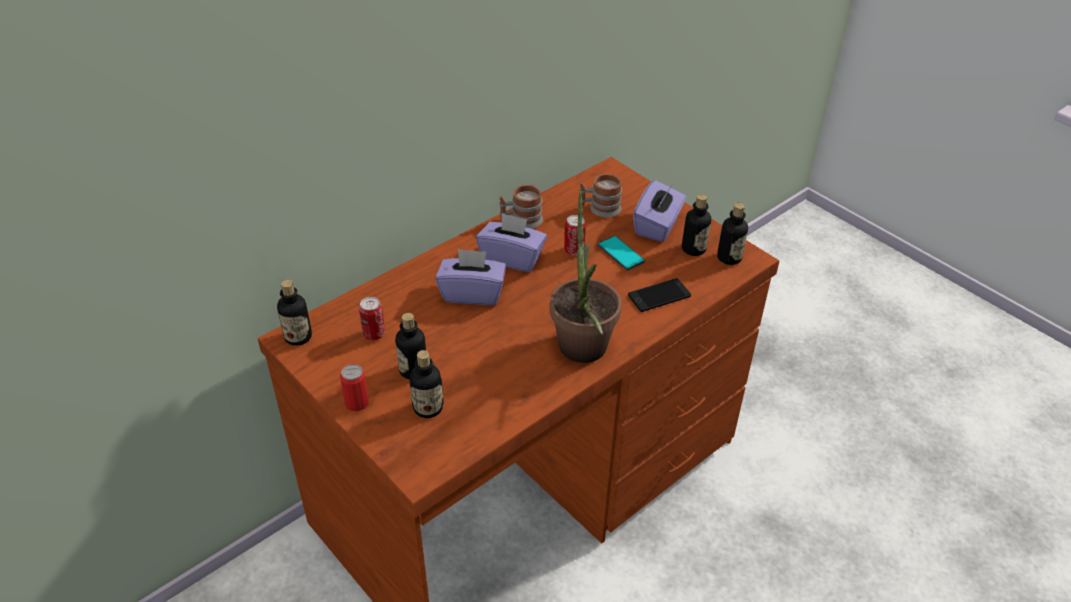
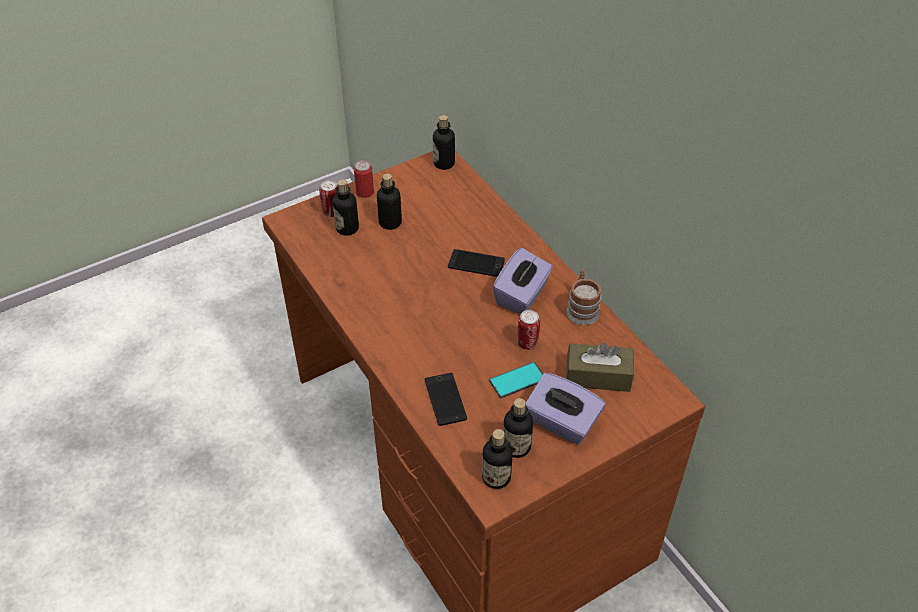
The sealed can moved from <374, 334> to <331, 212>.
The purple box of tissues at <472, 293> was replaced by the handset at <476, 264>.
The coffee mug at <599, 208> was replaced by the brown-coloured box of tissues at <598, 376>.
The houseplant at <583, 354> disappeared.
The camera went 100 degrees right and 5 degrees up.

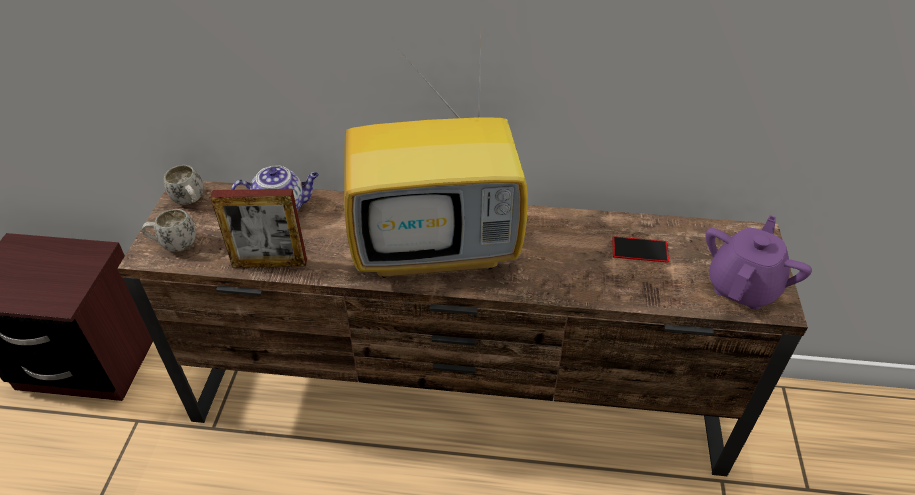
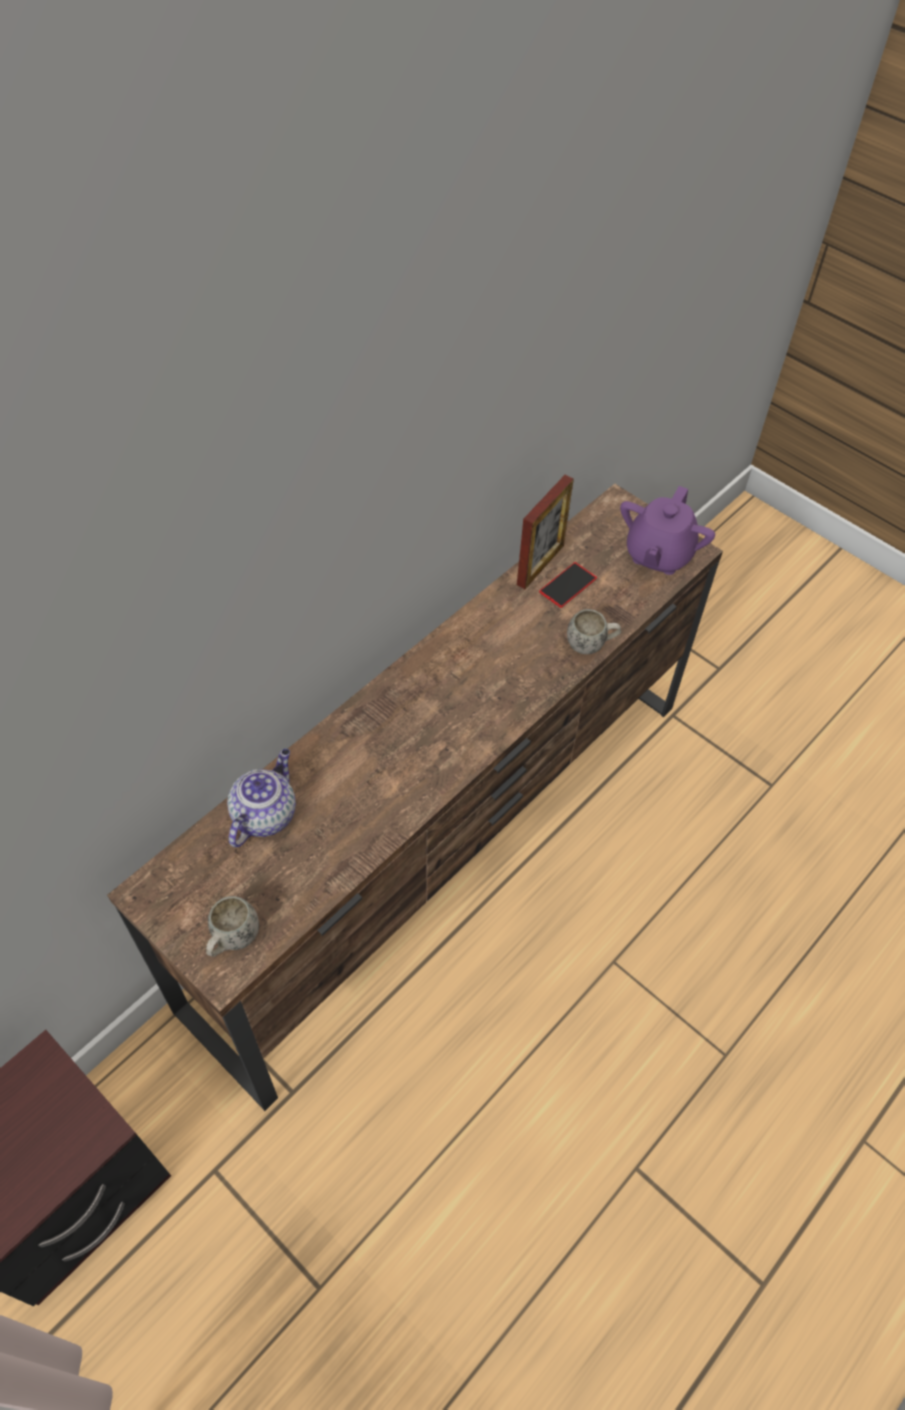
The photo frame moved from <270, 263> to <540, 565>.
The whitish coffee mug moved from <191, 202> to <591, 645>.
The purple tea pot at <743, 286> turned 135 degrees counterclockwise.
The TV at <438, 247> disappeared.
The camera went 55 degrees left and 10 degrees up.

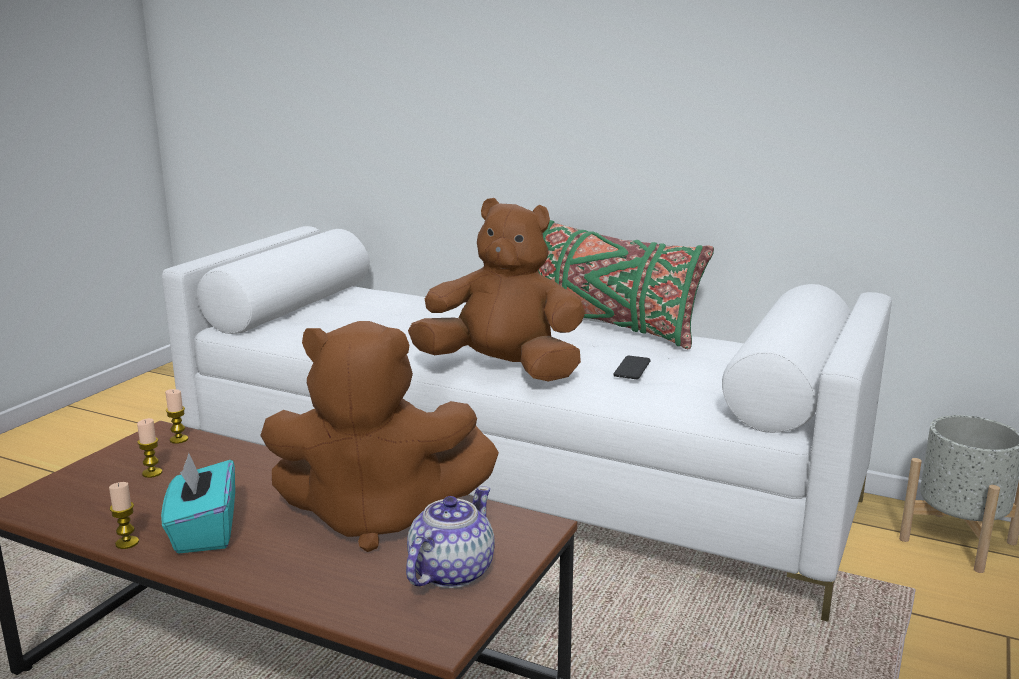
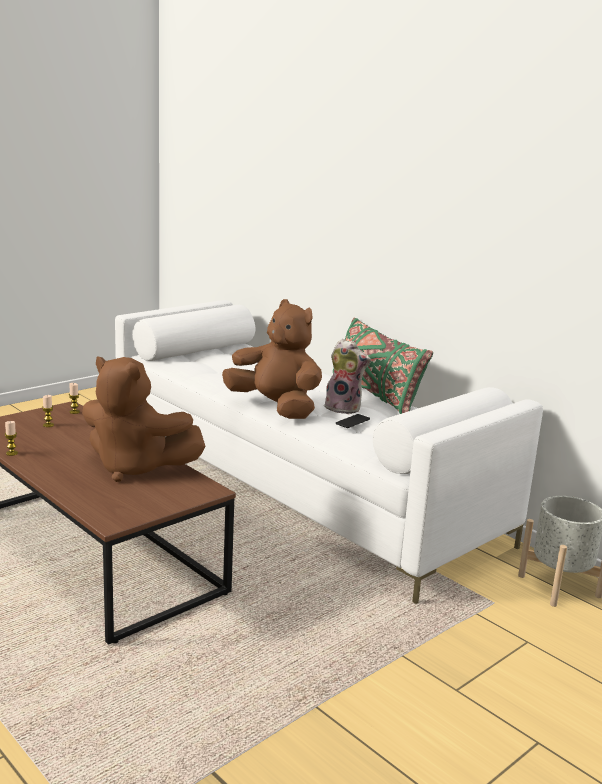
The soft toy at <344, 408> appeared.
The turquoise box of tissues at <203, 532> disappeared.
The tea pot at <450, 572> disappeared.
The camera went 20 degrees right and 0 degrees up.

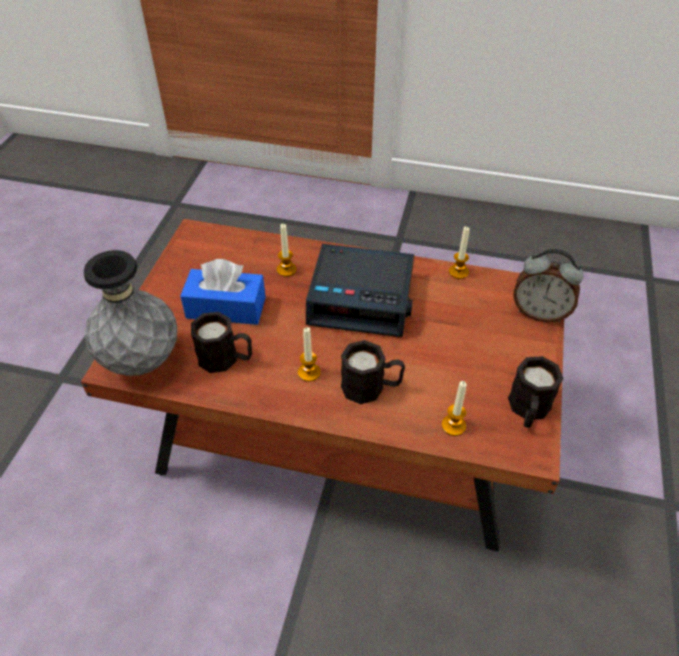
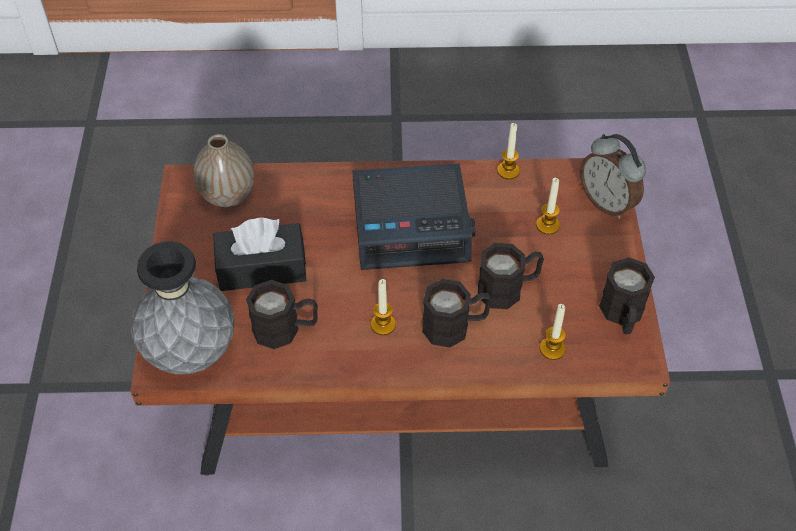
The decorative vase at <228, 195> appeared.
The bluish box of tissues at <226, 307> became the black box of tissues at <262, 268>.
The black coffee mug at <508, 288> appeared.
The wax candle moved from <286, 270> to <547, 225>.
The bedside clock at <539, 313> turned 45 degrees clockwise.
The camera went 15 degrees left and 5 degrees up.

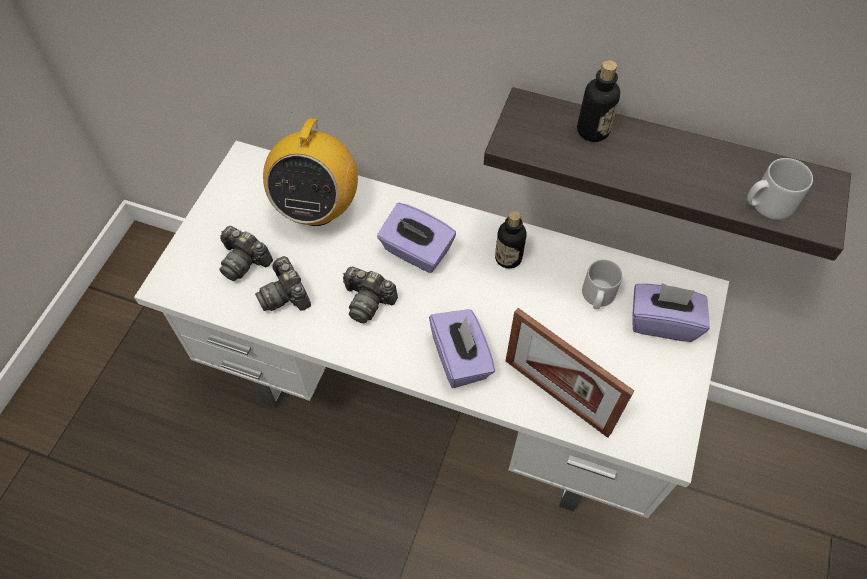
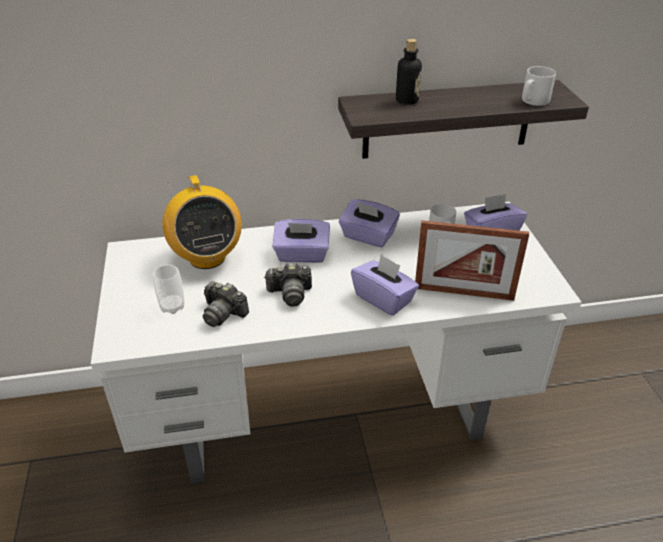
The still camera at <244, 261> was replaced by the small cup at <172, 306>.
The drink bottle at <508, 258> was replaced by the purple box of tissues at <368, 236>.
The camera went 30 degrees left and 20 degrees down.

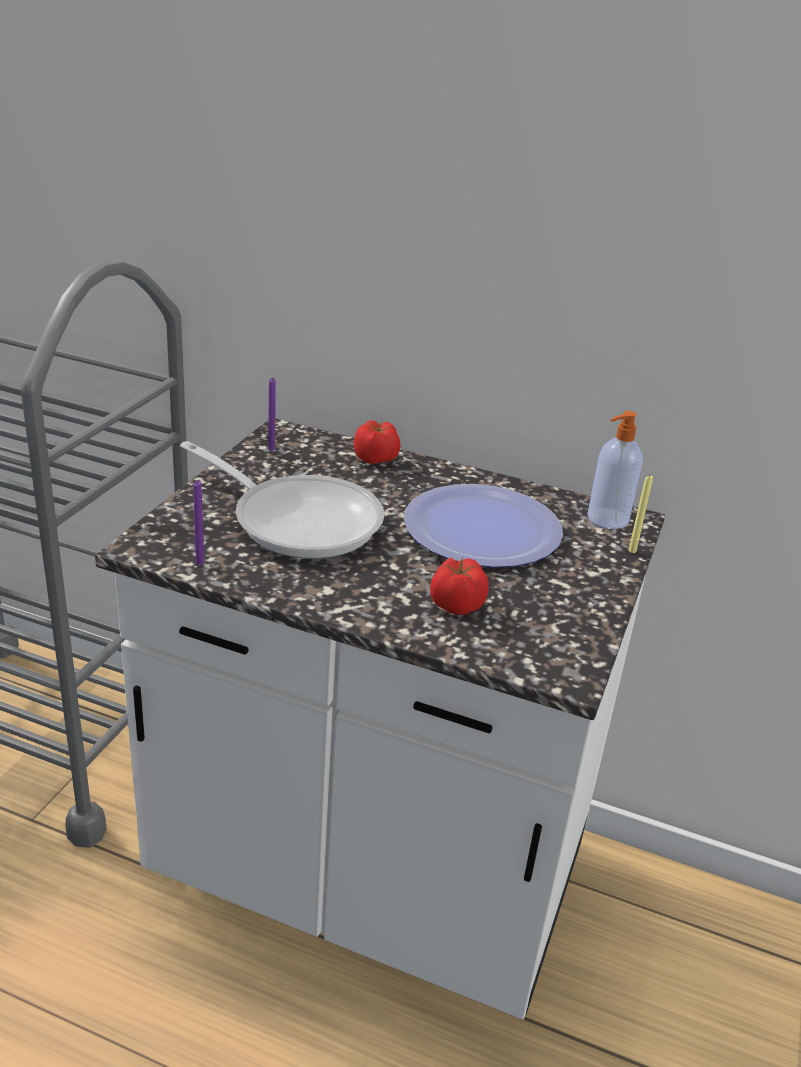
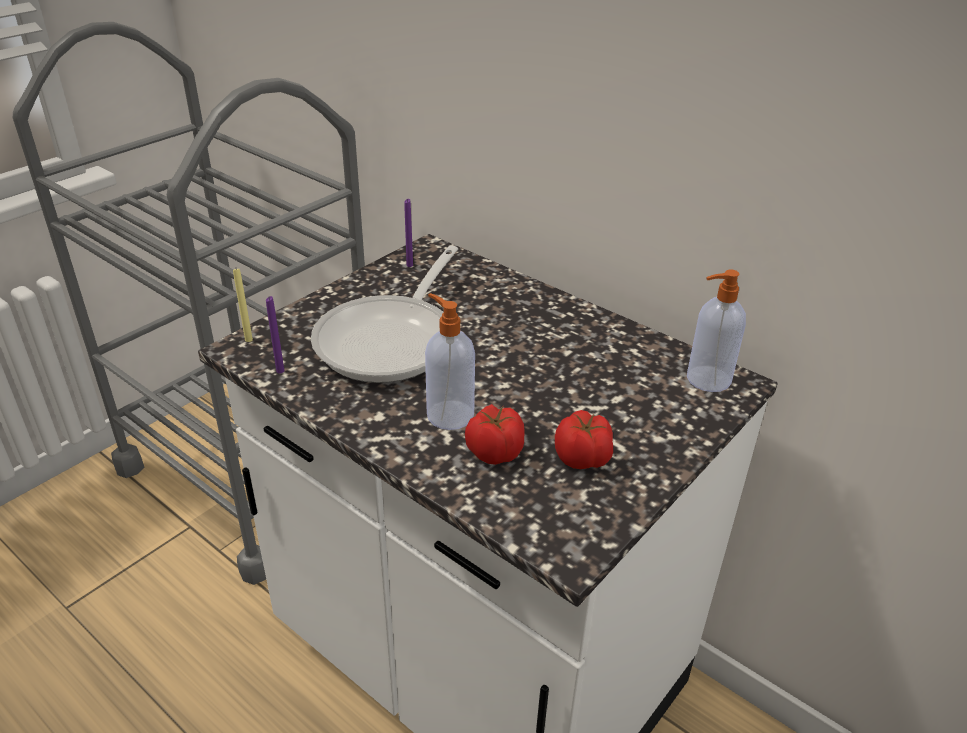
The yellowish wax candle moved from <632, 551> to <248, 340>.
The skillet at <298, 520> turned 60 degrees clockwise.
The soap bottle at <449, 414> appeared.
The fresh tomato moved from <376, 459> to <583, 459>.
The plate at <482, 529> disappeared.
The camera went 20 degrees right and 5 degrees up.

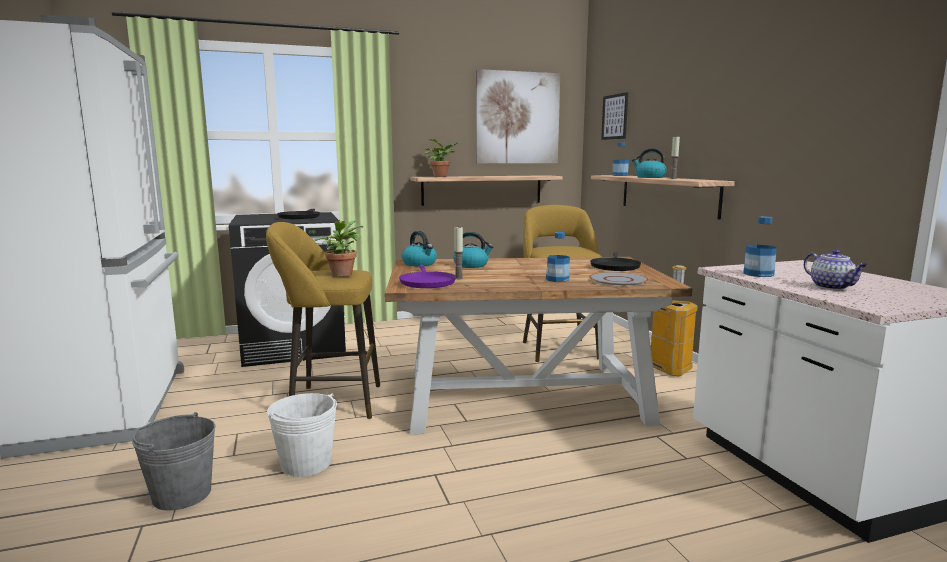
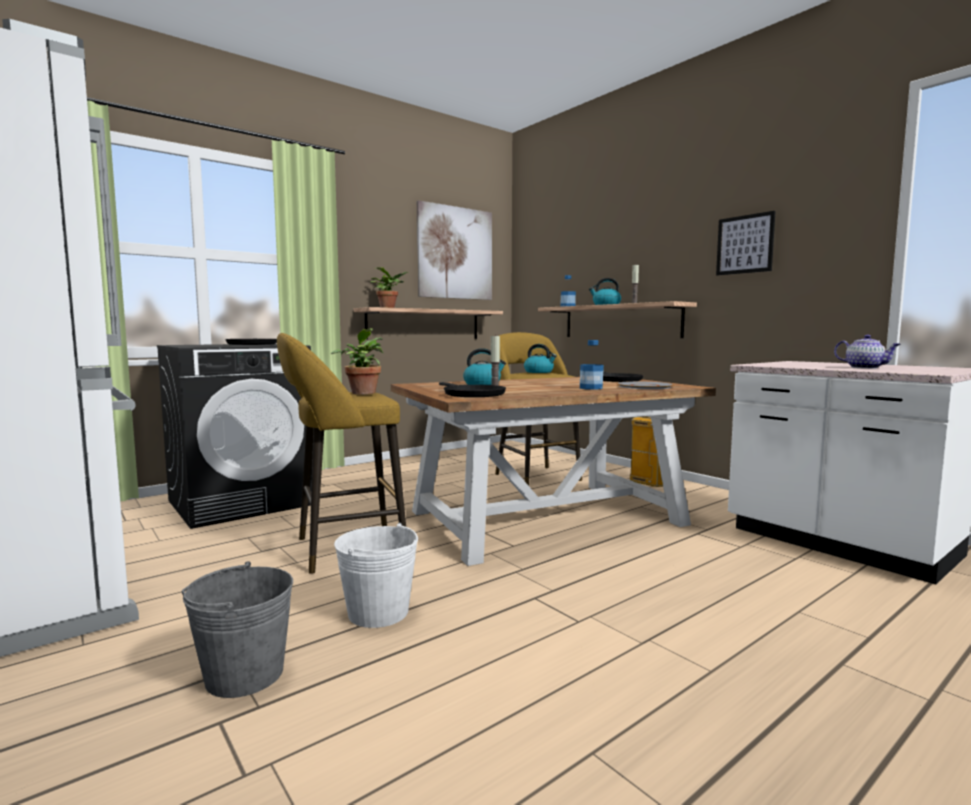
The purple skillet at <426, 282> became the black skillet at <471, 394>.
The water kettle moved from <420, 264> to <539, 372>.
The picture moved from <615, 117> to <745, 244>.
The drink bottle at <758, 274> disappeared.
The camera went 20 degrees left and 5 degrees down.

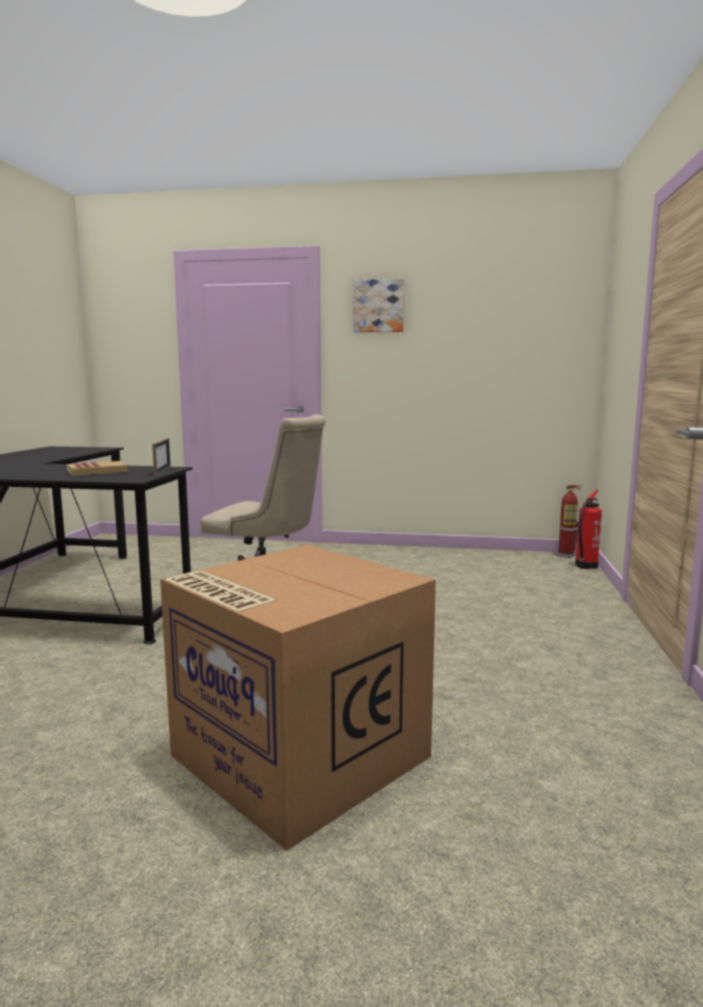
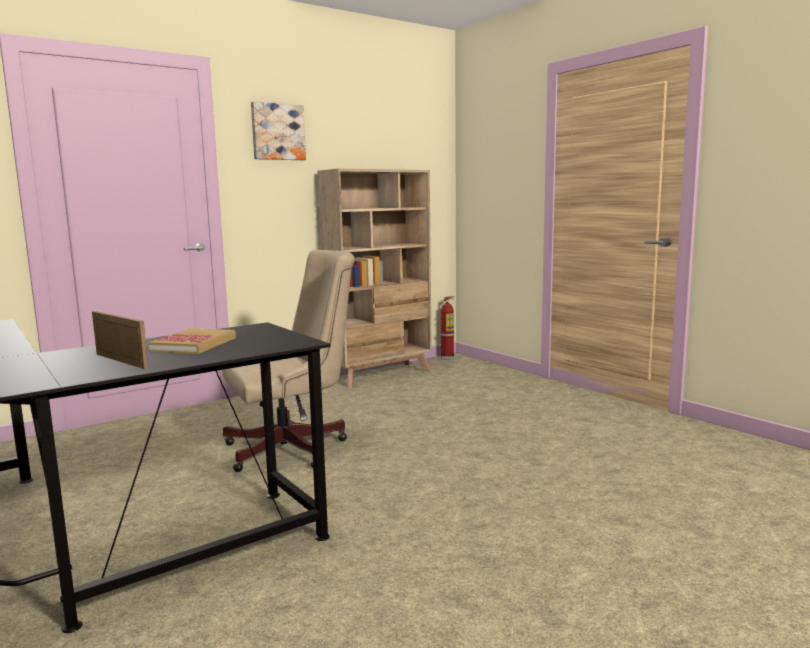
The photo frame moved from <162, 471> to <121, 361>.
The beige bookcase at <381, 375> appeared.
The carton at <296, 756> disappeared.
The fire extinguisher at <585, 566> disappeared.
The camera went 45 degrees left and 0 degrees up.

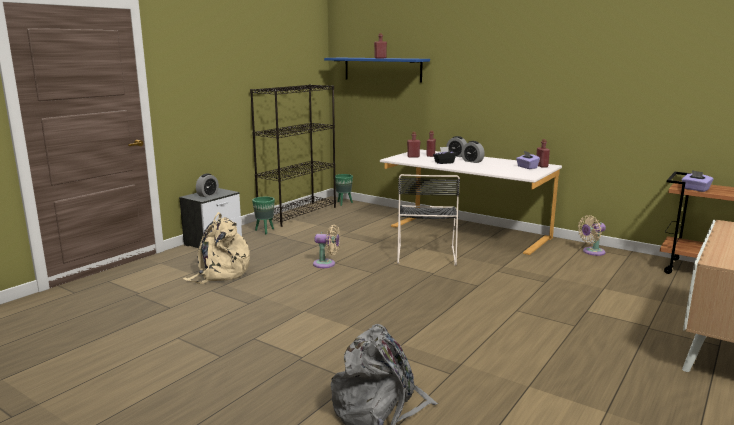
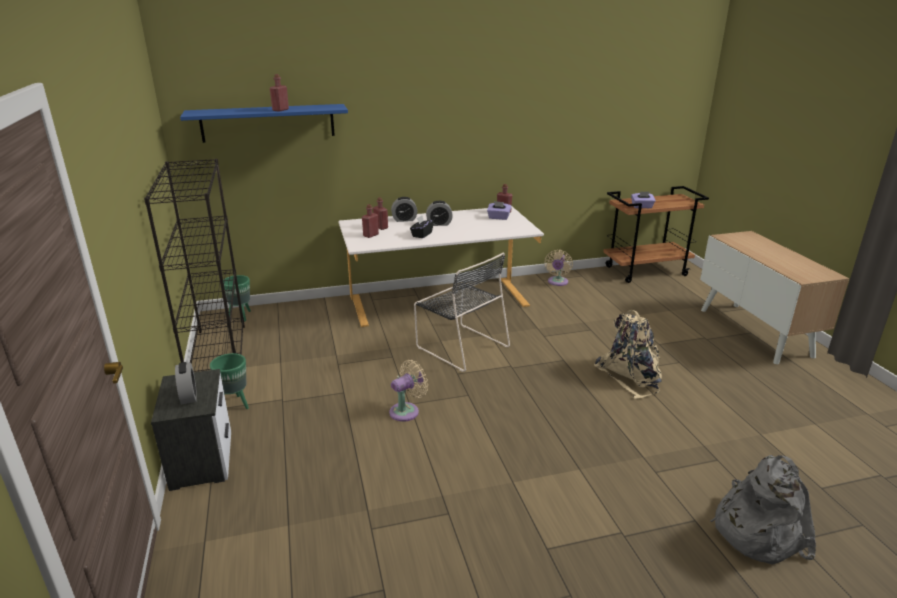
The beige knapsack moved from <220, 273> to <631, 376>.
The camera went 50 degrees left and 10 degrees up.

